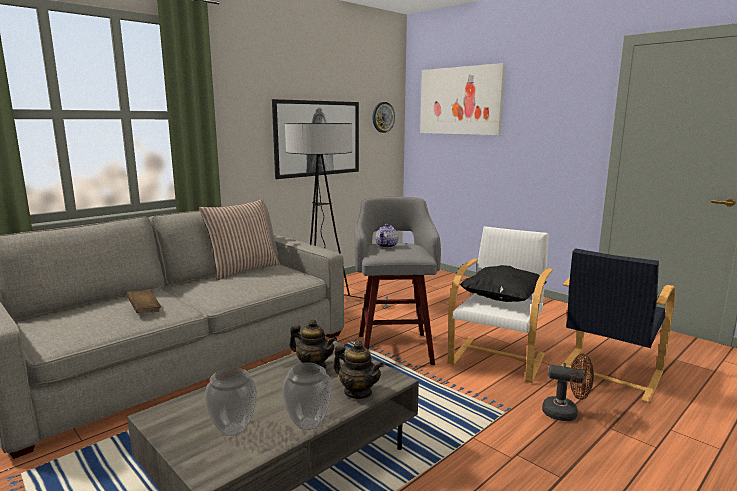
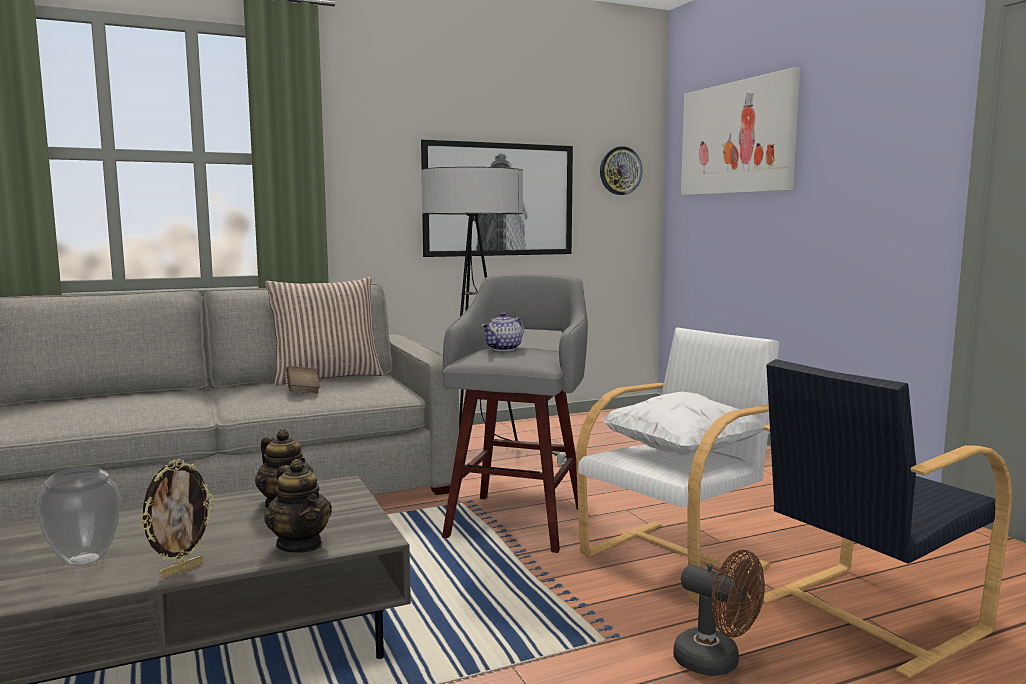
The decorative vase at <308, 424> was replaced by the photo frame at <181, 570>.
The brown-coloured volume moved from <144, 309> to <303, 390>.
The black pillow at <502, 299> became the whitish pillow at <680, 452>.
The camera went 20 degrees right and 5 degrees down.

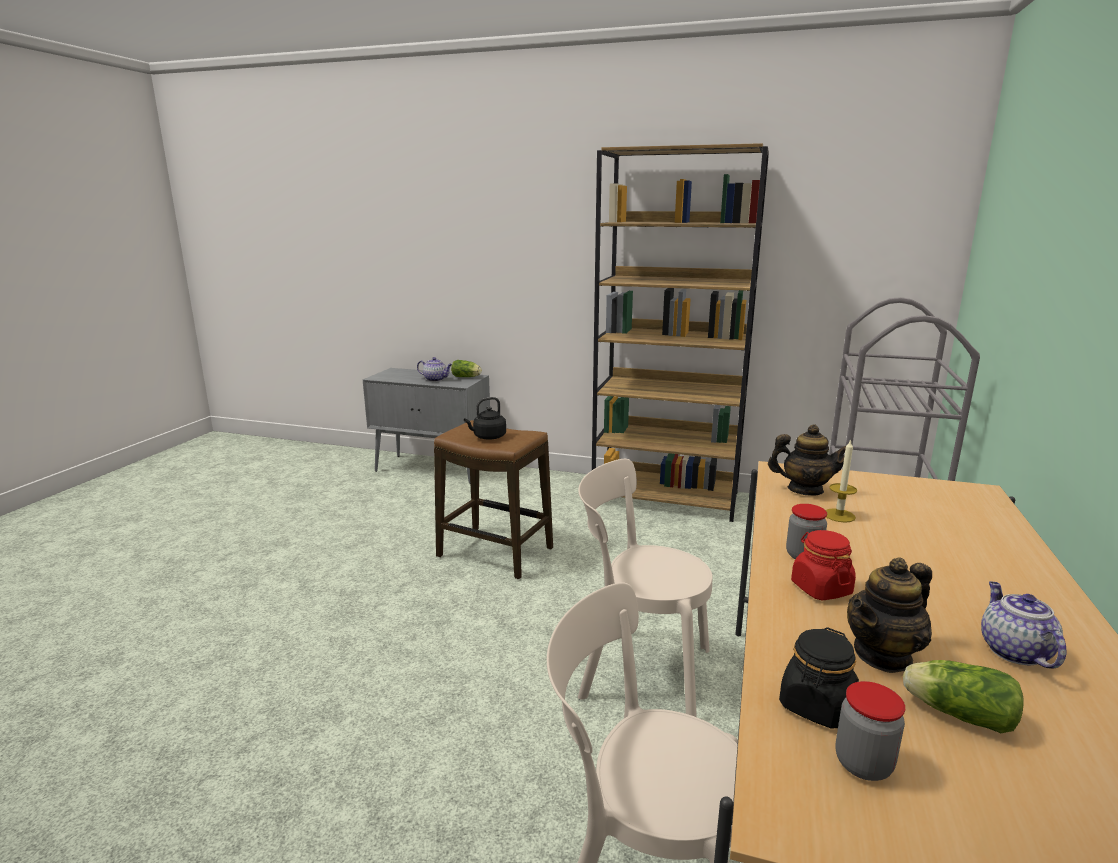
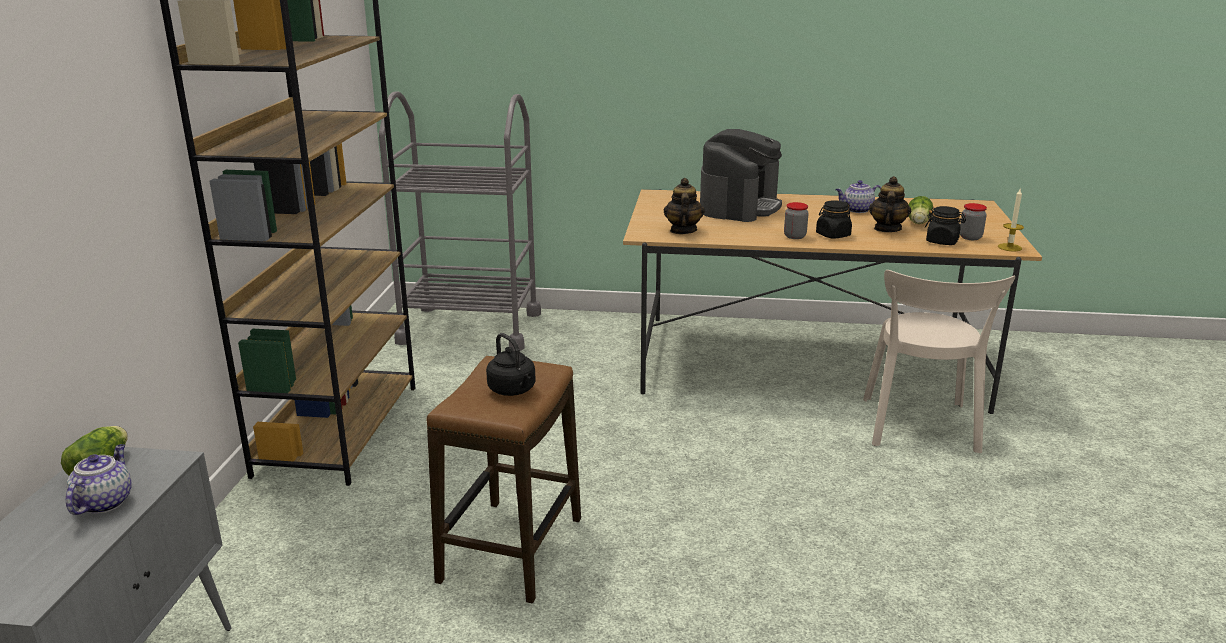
The coffee maker at <739, 206> appeared.
The red-coloured storage jar at <820, 588> became the black storage jar at <833, 235>.
The tea pot at <883, 655> turned 120 degrees counterclockwise.
The wax candle moved from <839, 515> to <1009, 247>.
The beige upright chair at <639, 670> disappeared.
The camera went 100 degrees left and 5 degrees up.

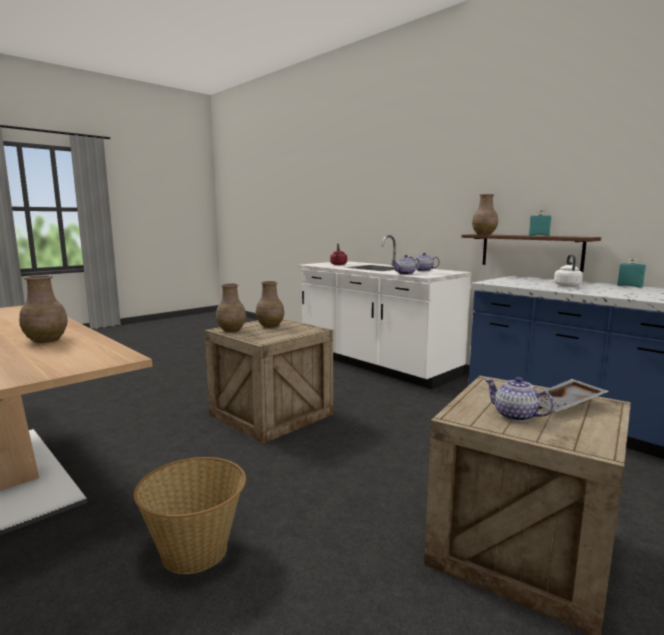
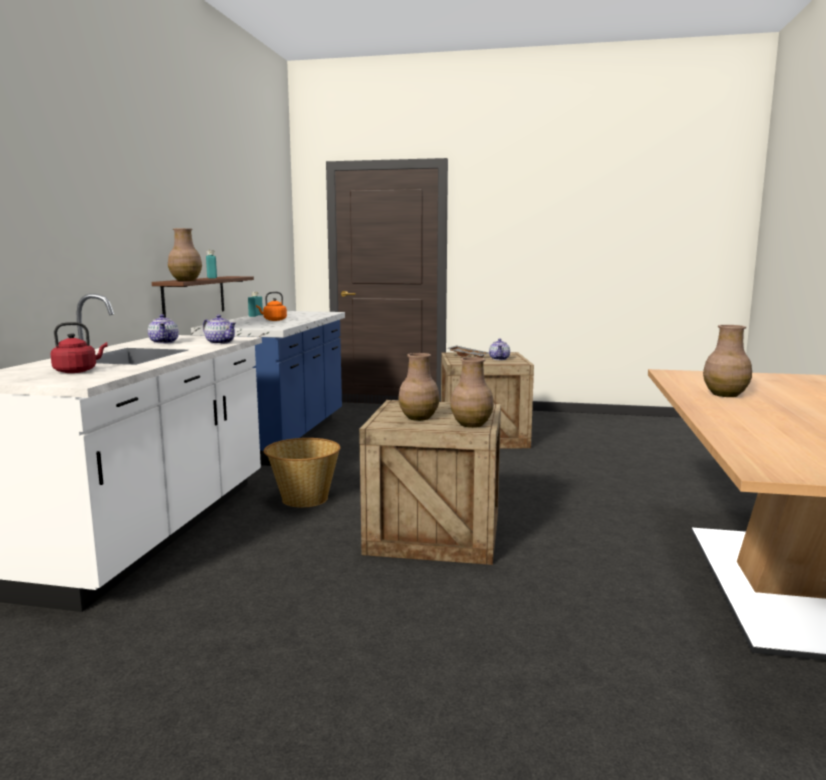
The whitish water kettle at <566, 285> became the orange-coloured water kettle at <273, 320>.
The basket moved from <196, 550> to <304, 499>.
The camera went 125 degrees left and 0 degrees up.

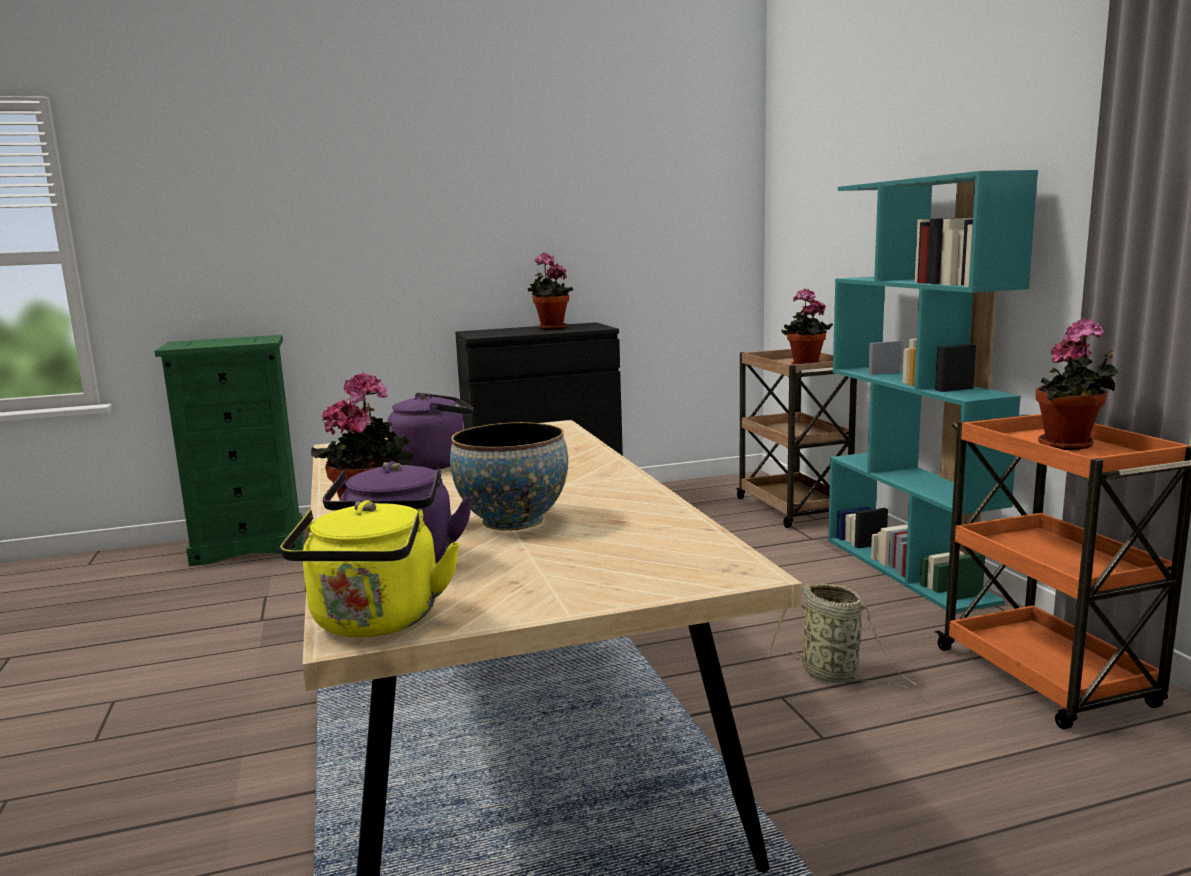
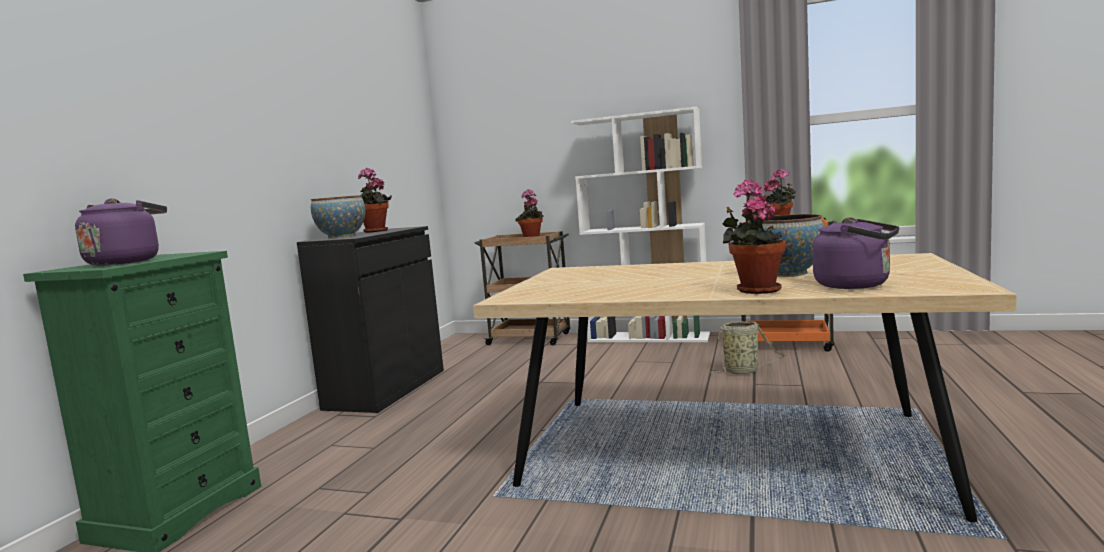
The purple water kettle moved from <434, 464> to <126, 262>.
The serving bowl at <341, 237> appeared.
The turquoise bookcase at <909, 569> became the whitish bookcase at <649, 337>.
The yellowish water kettle at <375, 623> disappeared.
The camera went 55 degrees left and 5 degrees down.

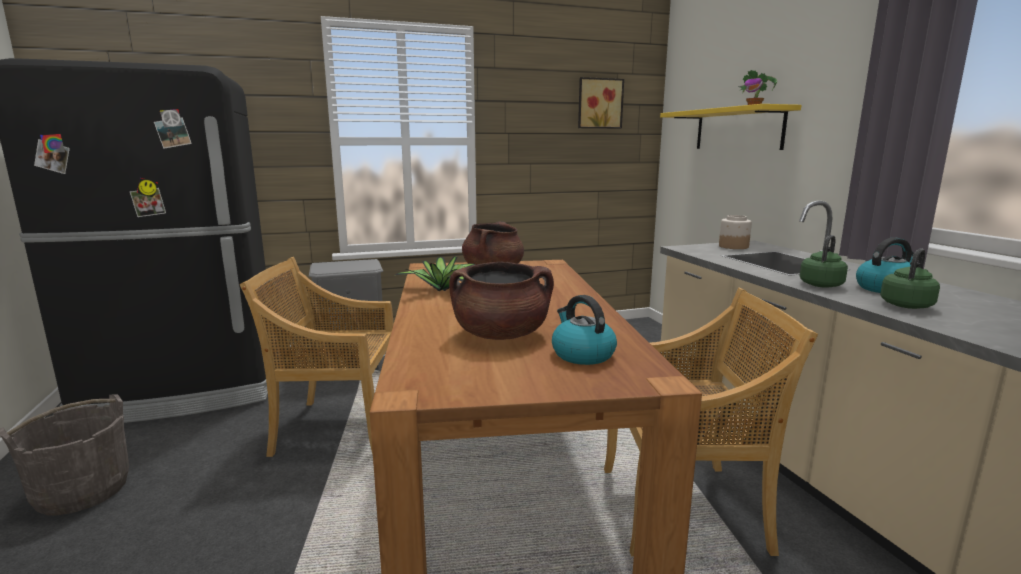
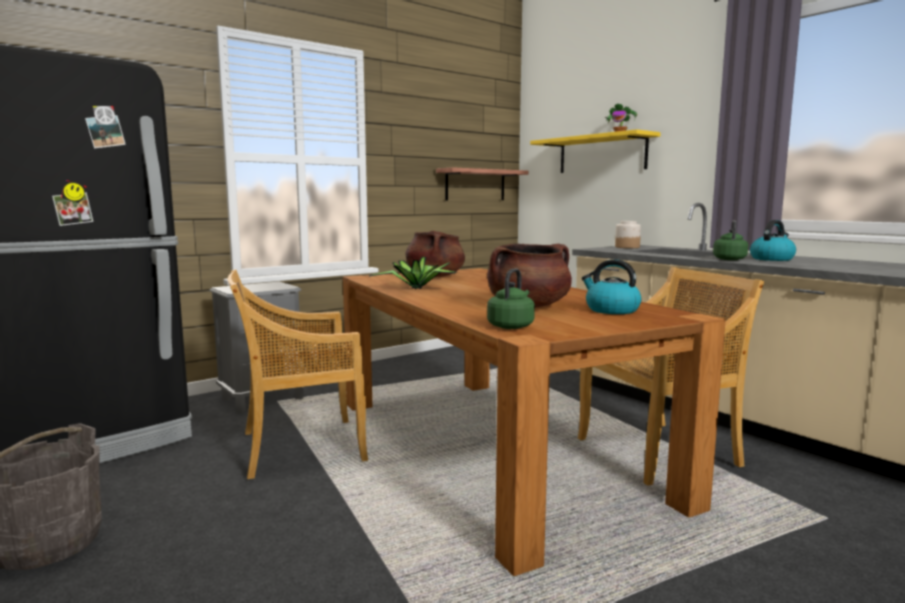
The wall shelf at <475, 185> appeared.
The greenish water kettle moved from <907, 305> to <511, 326>.
The picture at <599, 103> disappeared.
The camera went 20 degrees left and 5 degrees down.

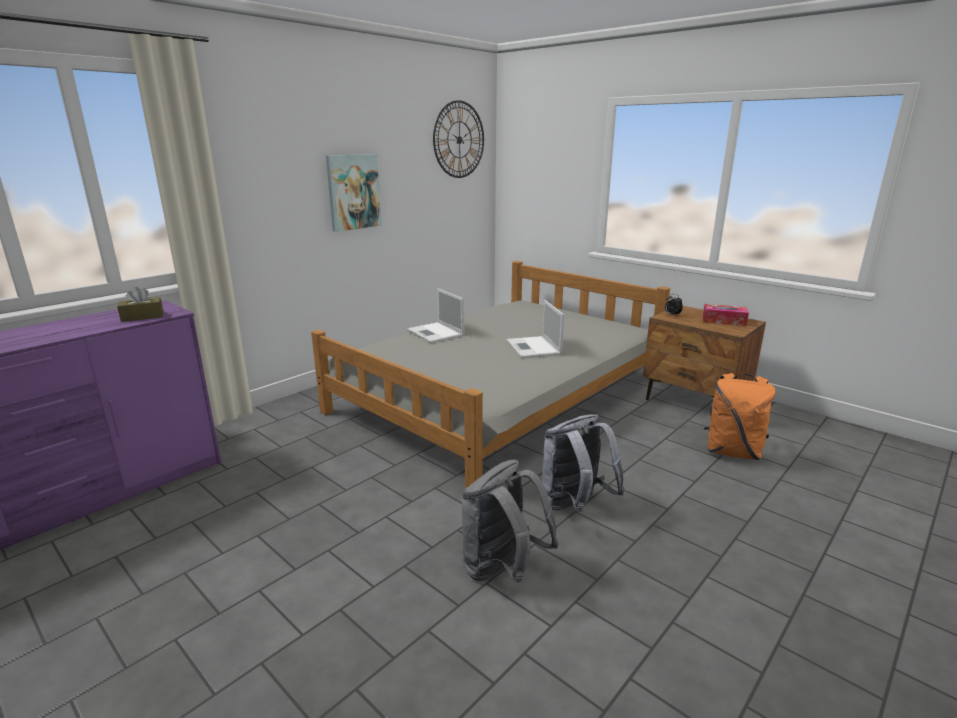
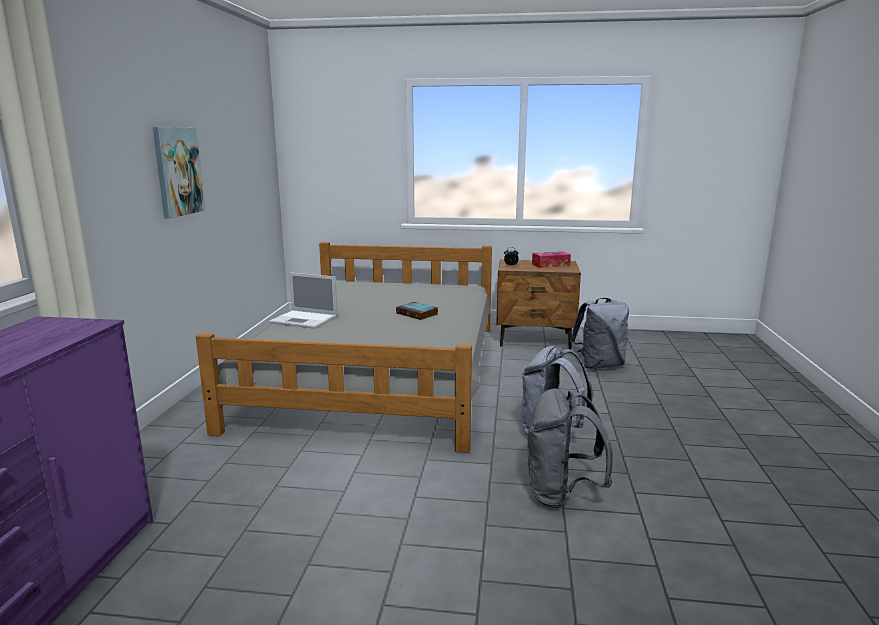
The laptop at <534, 348> was replaced by the volume at <418, 314>.
The orange-coloured knapsack at <732, 452> became the grey knapsack at <599, 365>.
The brown-coloured box of tissues at <142, 316> disappeared.
The wall clock at <459, 140> disappeared.
The camera went 35 degrees left and 5 degrees down.

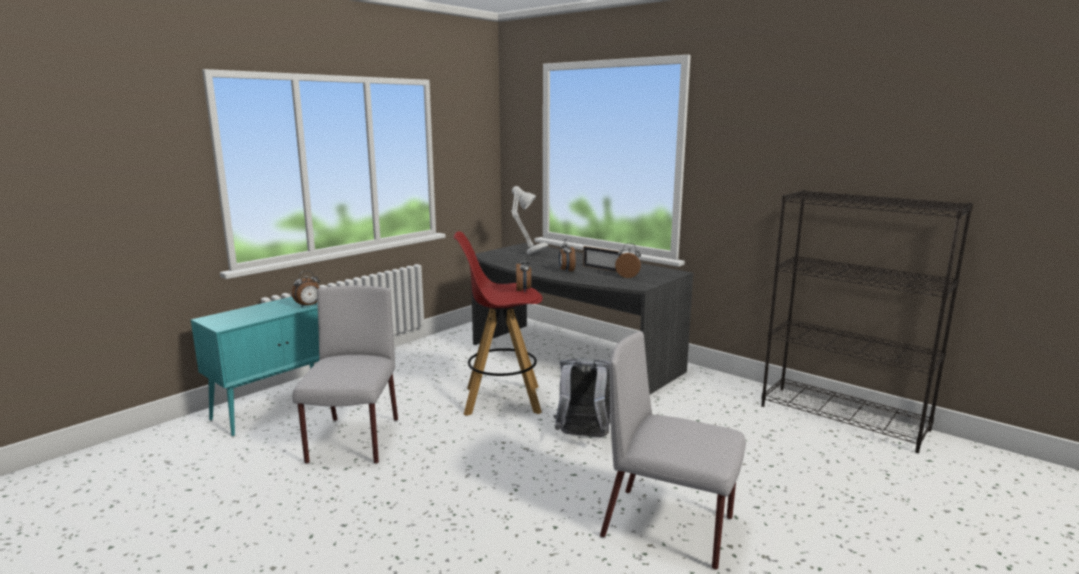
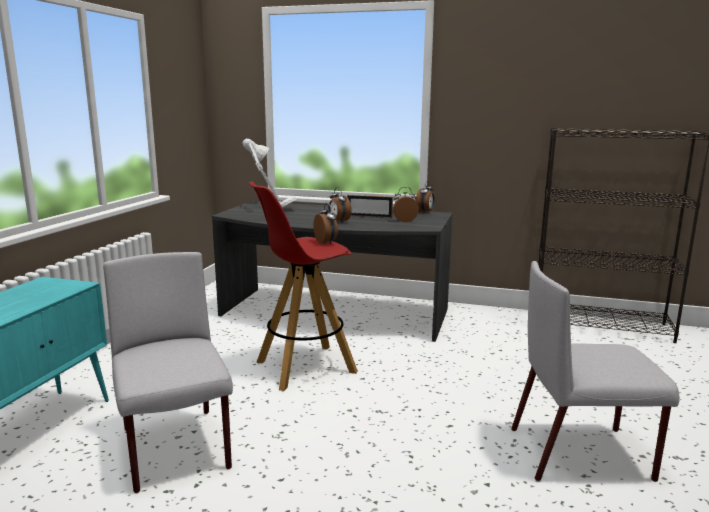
The bedside clock moved from <308, 306> to <425, 212>.
The grey knapsack at <583, 437> disappeared.
The camera went 25 degrees left and 0 degrees up.

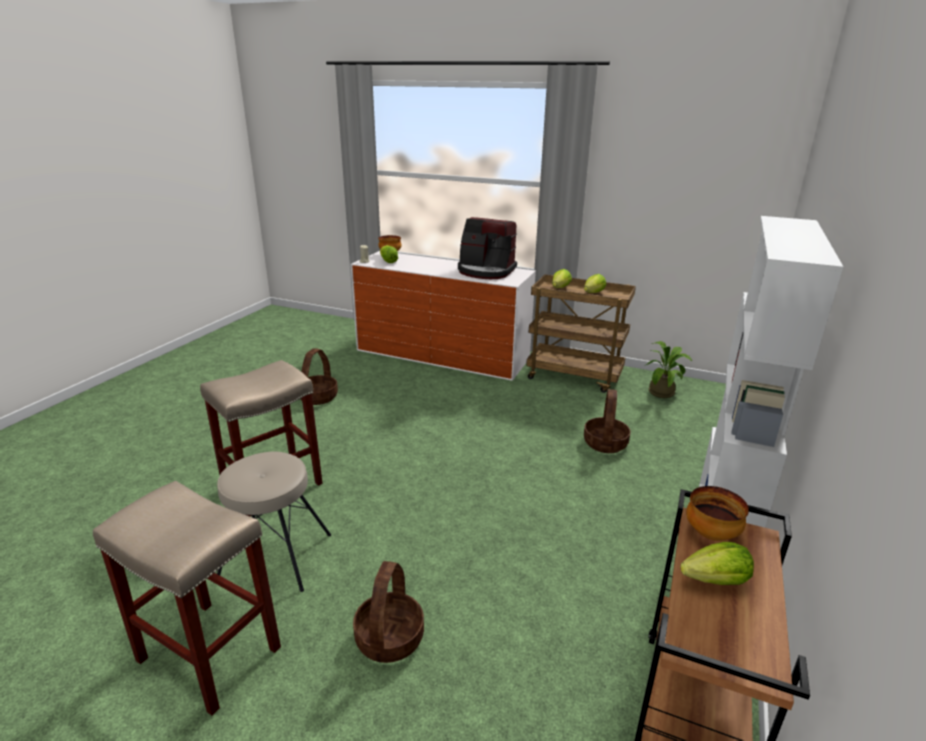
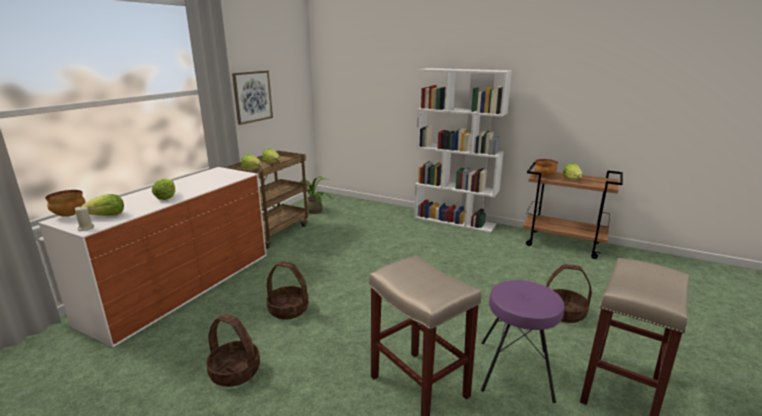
The head of lettuce at <166, 197> appeared.
The picture at <252, 96> appeared.
The basket moved from <605, 443> to <289, 309>.
The beige stool seat at <275, 557> became the purple stool seat at <516, 369>.
The coffee maker at <486, 271> disappeared.
The camera went 85 degrees left and 5 degrees down.

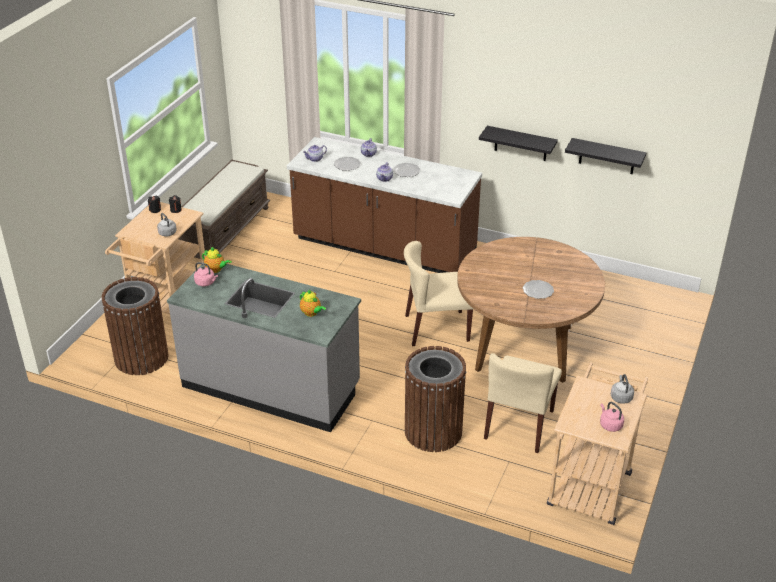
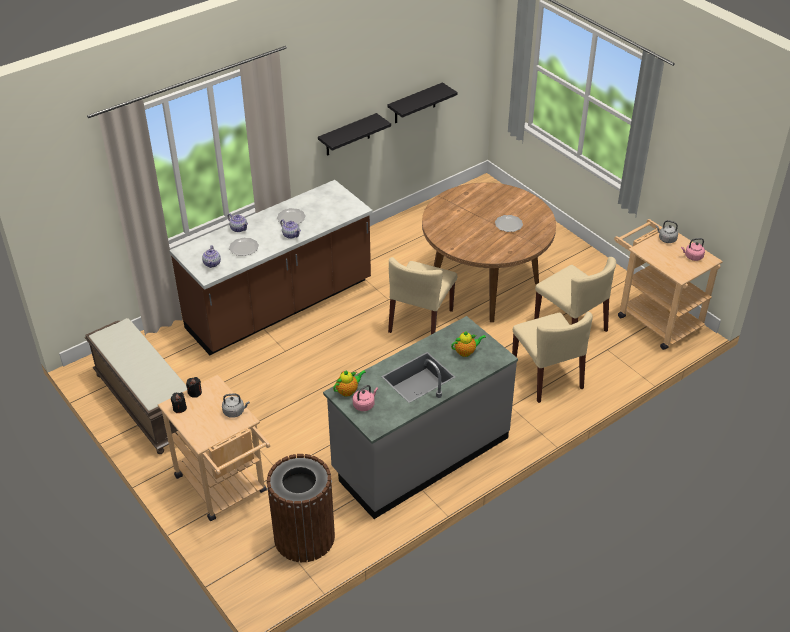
The brown-coloured rubbish bin at <433, 431> was replaced by the beige upright chair at <547, 376>.
The camera went 60 degrees left and 5 degrees up.

